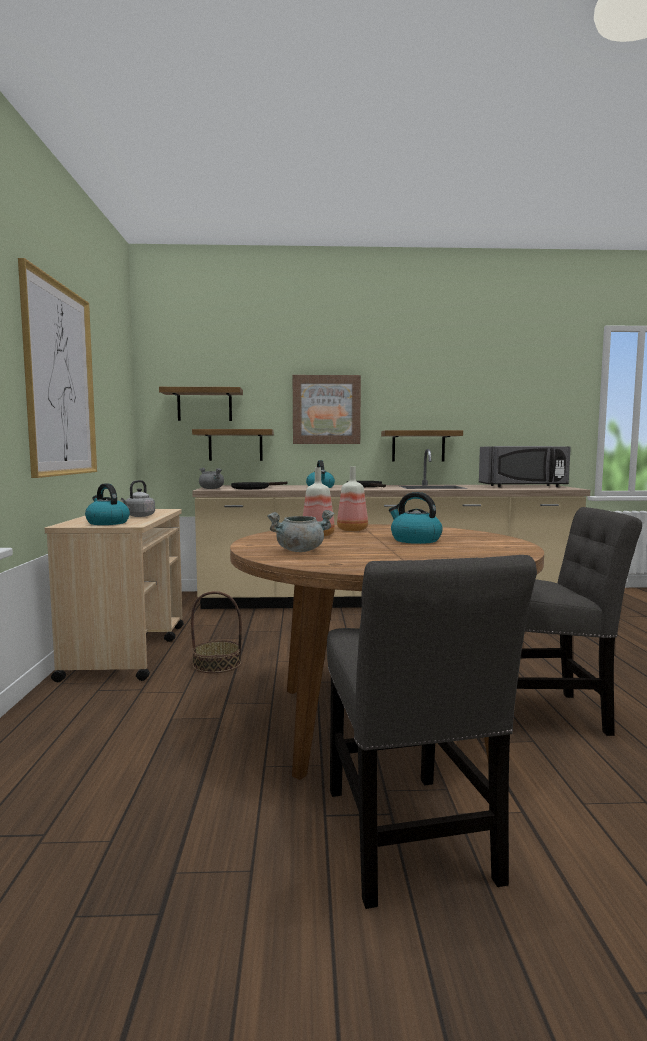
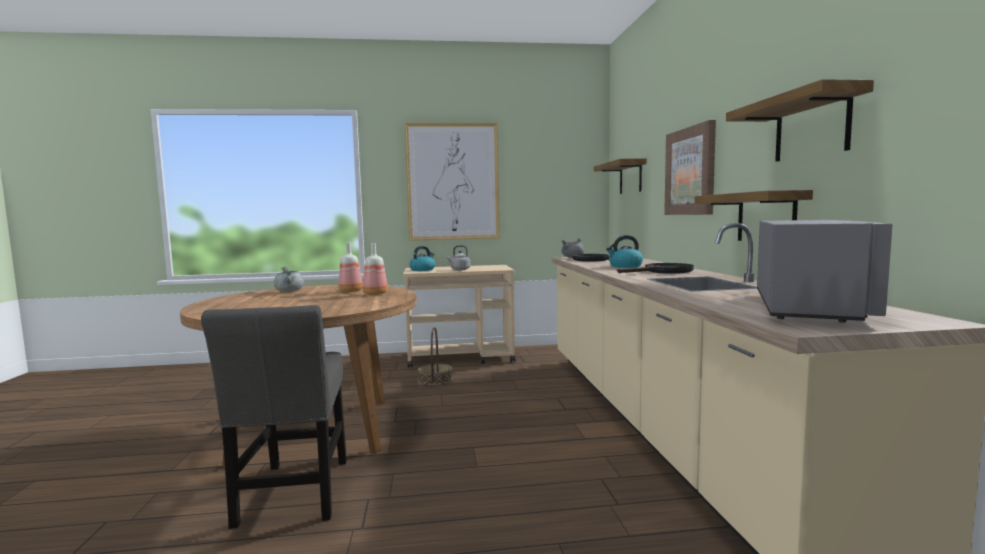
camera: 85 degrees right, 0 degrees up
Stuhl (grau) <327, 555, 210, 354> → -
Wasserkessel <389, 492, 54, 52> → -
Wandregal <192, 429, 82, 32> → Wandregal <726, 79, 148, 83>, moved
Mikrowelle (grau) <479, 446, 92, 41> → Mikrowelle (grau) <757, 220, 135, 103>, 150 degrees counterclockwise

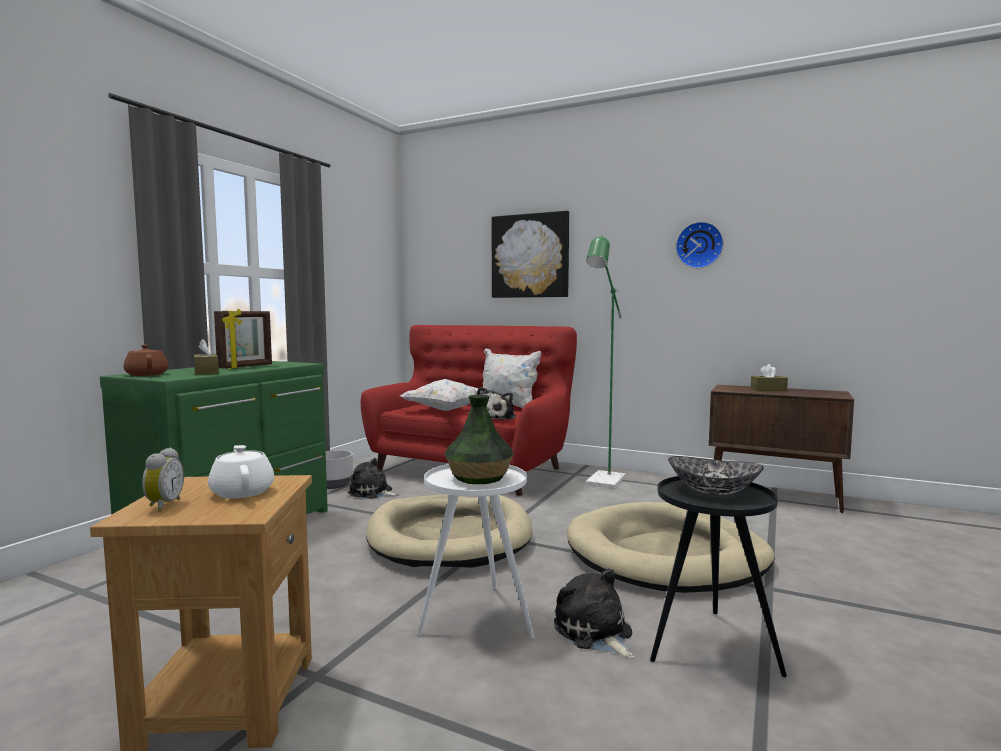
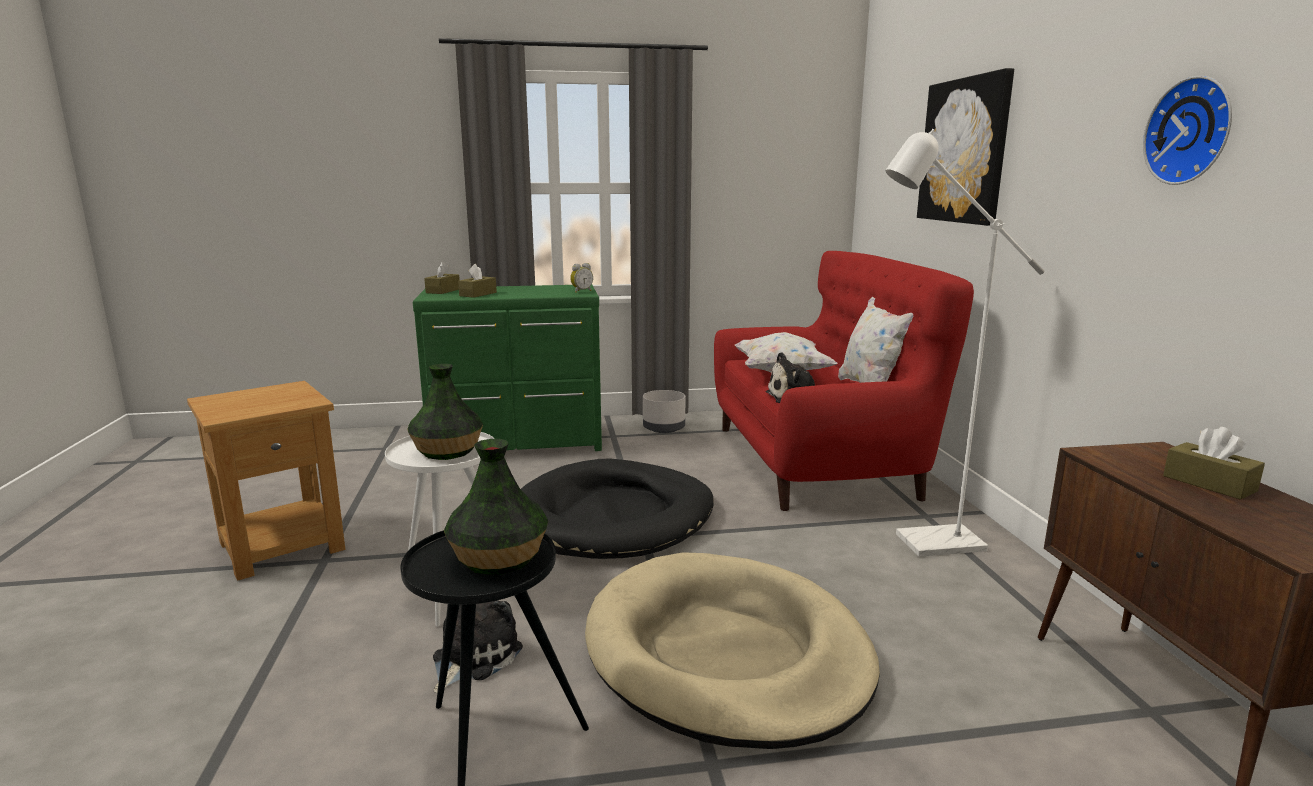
camera: 55 degrees right, 10 degrees up
Teekanne (weiß) <208, 445, 66, 54> → -
Bilderrahmen <214, 309, 58, 60> → -
Plüschtier <348, 458, 51, 41> → -
Wecker <142, 448, 42, 64> → Wecker <570, 263, 23, 30>, moved
Teekanne (braun) <123, 345, 45, 31> → Taschentuchbox (braun) <424, 262, 36, 32>
Schüssel <668, 456, 96, 39> → Vase <444, 439, 105, 136>
Hundebett (beige) <366, 494, 167, 74> → Hundebett (schwarz) <521, 459, 193, 100>
Stehlampe (grün) <586, 235, 40, 254> → Stehlampe (weiß) <885, 129, 160, 428>

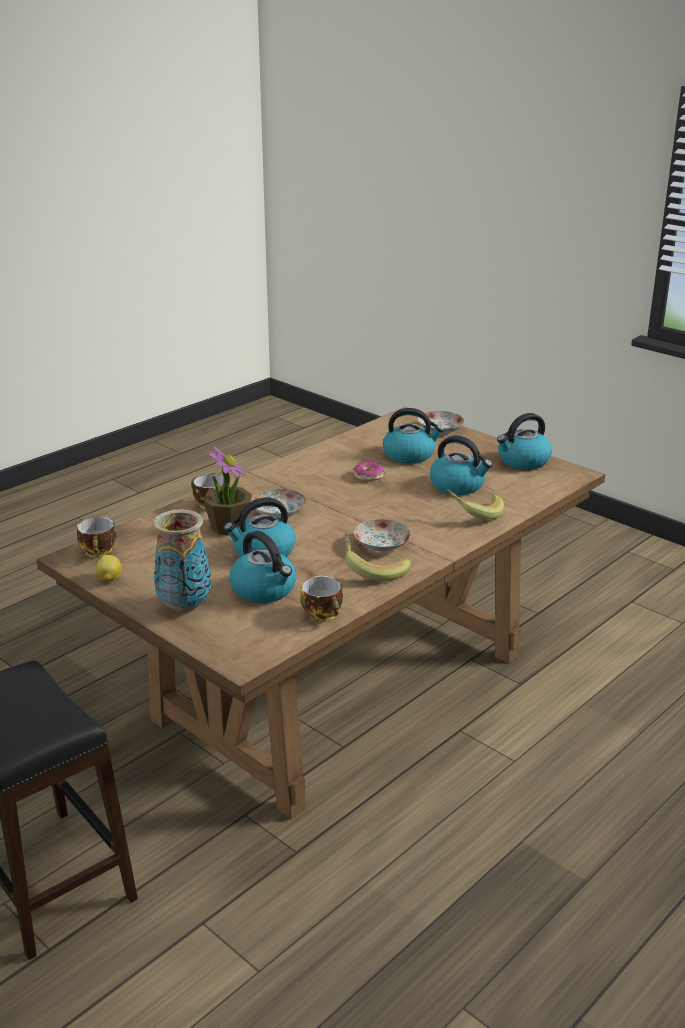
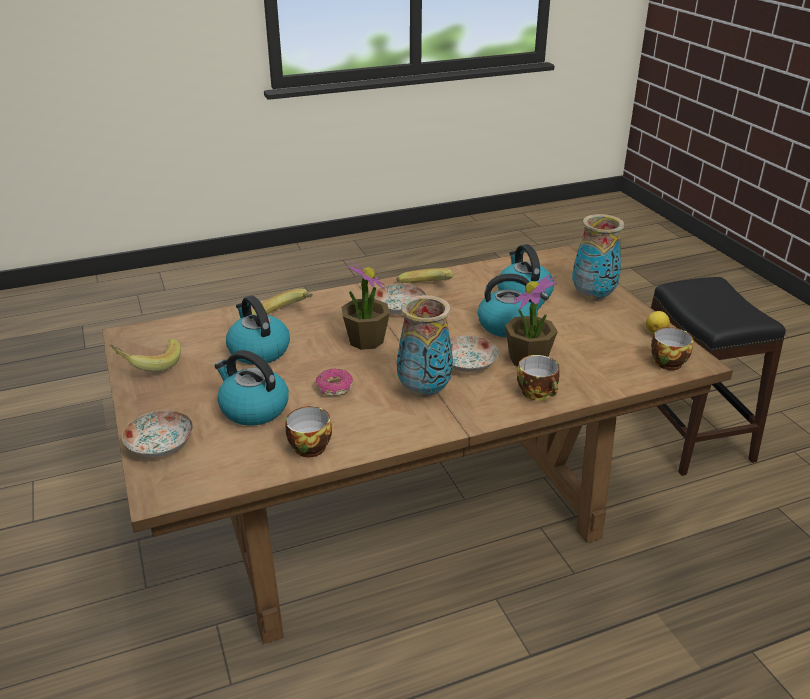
camera: 155 degrees left, 5 degrees up
- → Topfpflanze <341, 259, 49, 91>
- → Vase <397, 295, 56, 103>
Tasse <300, 576, 43, 46> → Tasse <285, 406, 47, 51>, moved
Wasserkessel <497, 413, 55, 57> → Banane <109, 339, 72, 32>

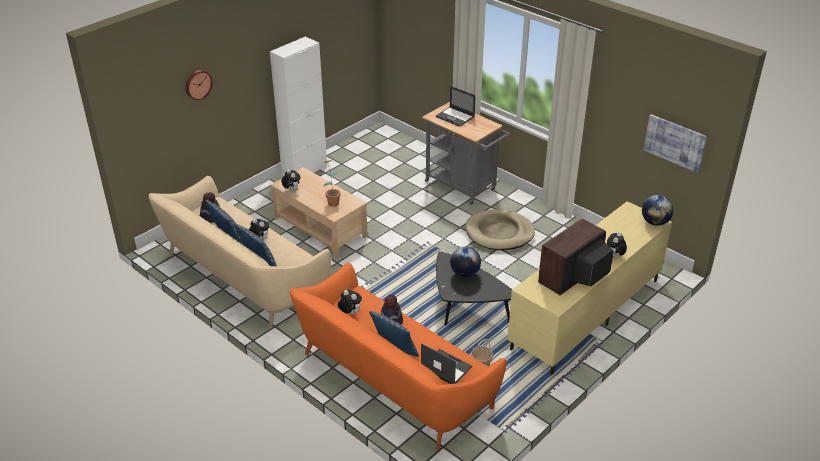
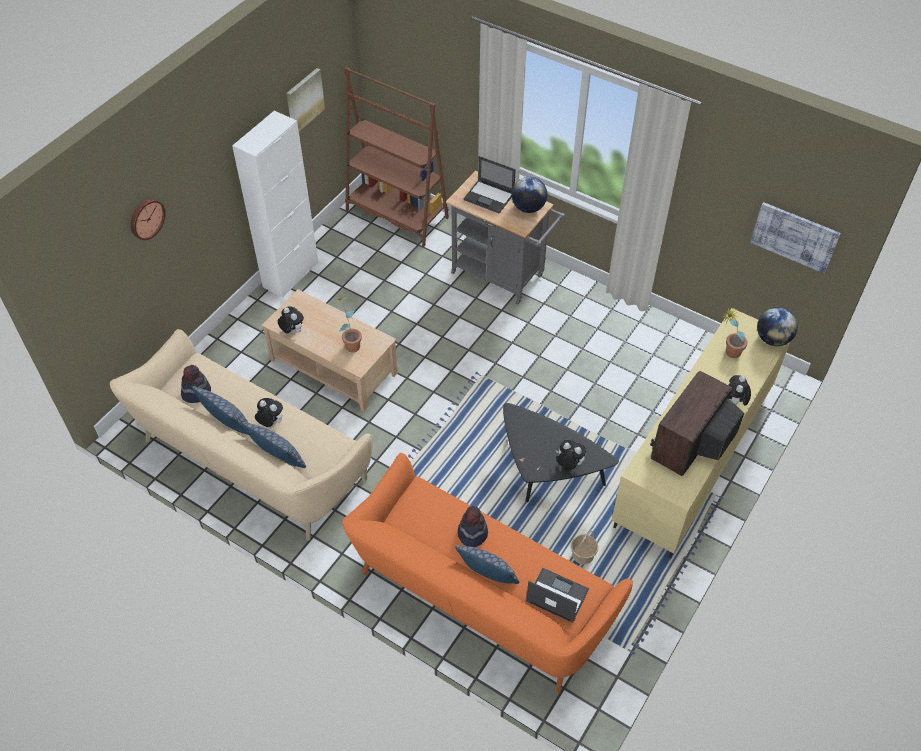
camera: 10 degrees left, 15 degrees up
Hundebett (beige) <465, 209, 70, 41> → -
- → Bild <286, 68, 39, 63>
- → Bücherregal (braun) <344, 67, 105, 180>
- → Topfpflanze <723, 308, 25, 50>
Plüschtier <338, 290, 24, 24> → Plüschtier <556, 440, 30, 30>, moved
Globus <450, 247, 31, 30> → Globus <512, 177, 35, 36>, moved

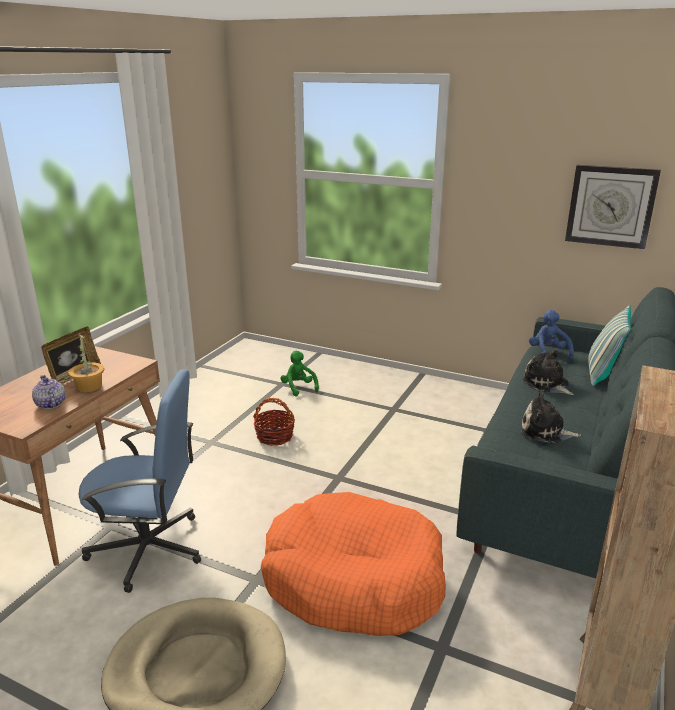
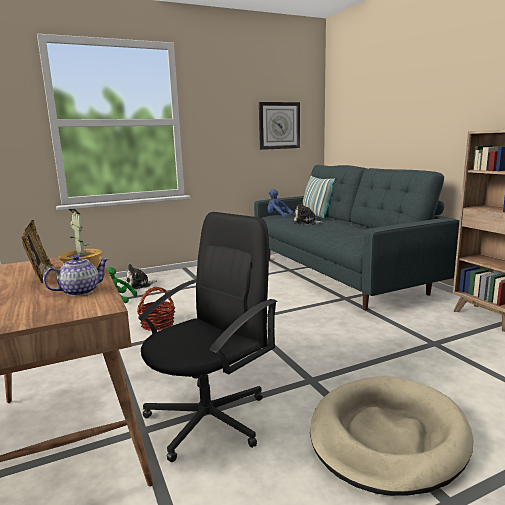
camera: 50 degrees left, 10 degrees down
Hundebett (orange) <261, 492, 185, 144> → -
Plüschtier <521, 390, 60, 53> → Plüschtier <125, 264, 32, 25>, moved
Bürostuhl (blau) <78, 369, 123, 224> → Bürostuhl (schwarz) <138, 212, 139, 250>
Teekanne <32, 375, 33, 34> → Teekanne <43, 255, 66, 41>, 135 degrees clockwise

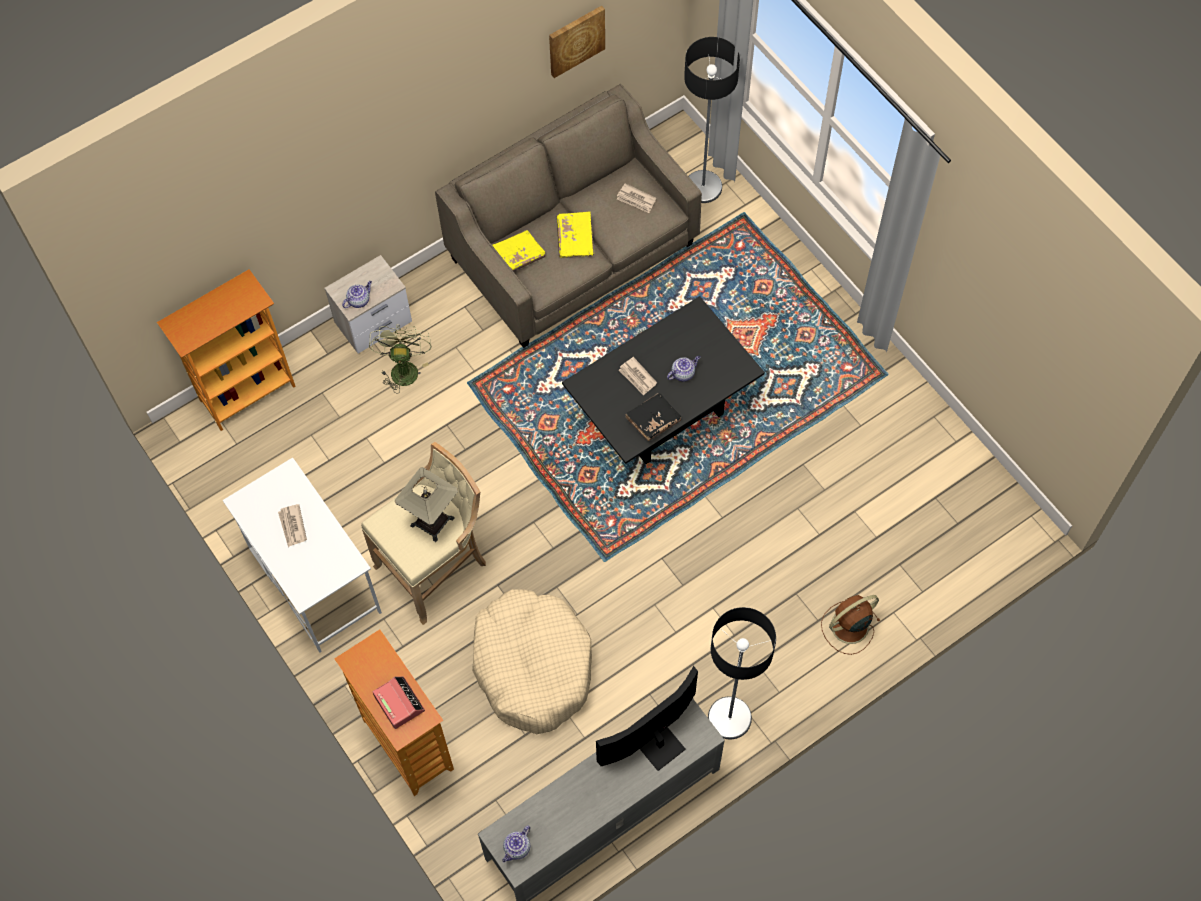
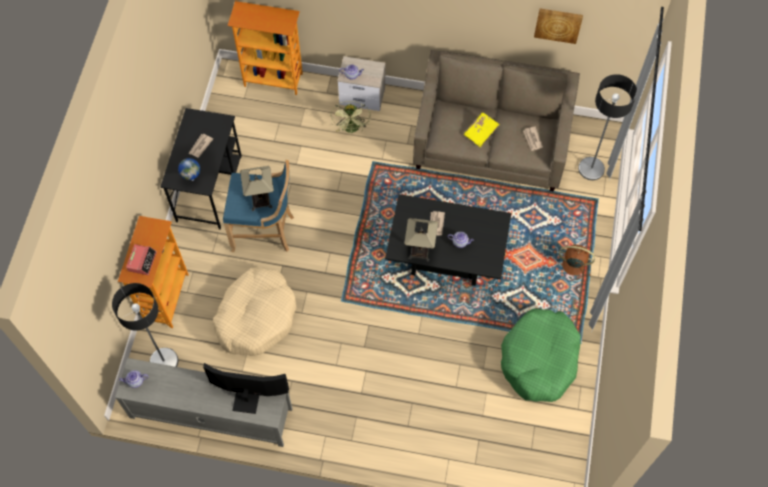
camera: 45 degrees right, 0 degrees up
Buch (gelb) <492, 230, 54, 42> → -
- → Globus <178, 158, 22, 23>
- → Hundebett (grün) <501, 309, 80, 93>
Stehlampe <708, 607, 68, 132> → Stehlampe <112, 283, 66, 84>, moved
Ventilator (braun) <821, 595, 59, 60> → Ventilator (braun) <559, 245, 36, 35>, moved
Buch (schwarz) <625, 393, 56, 48> → Tischlampe <404, 218, 34, 44>
Schreibtisch (weiß) <223, 457, 159, 196> → Schreibtisch (schwarz) <161, 108, 81, 122>
Hocker (beige) <361, 442, 125, 183> → Hocker (blau) <223, 160, 71, 92>
Ventilator (grün) <369, 324, 62, 69> → Ventilator (grün) <330, 101, 41, 33>, 135 degrees clockwise

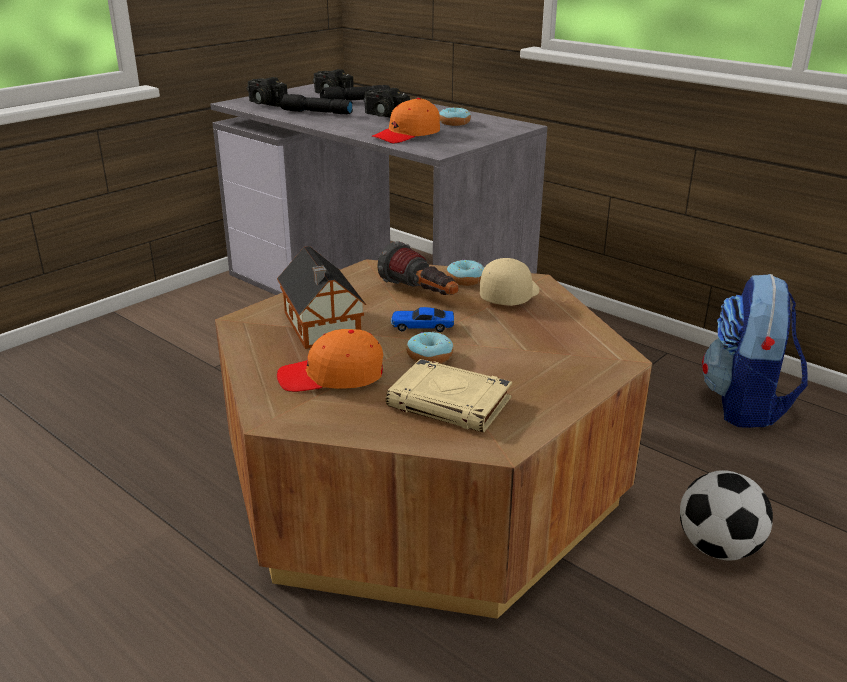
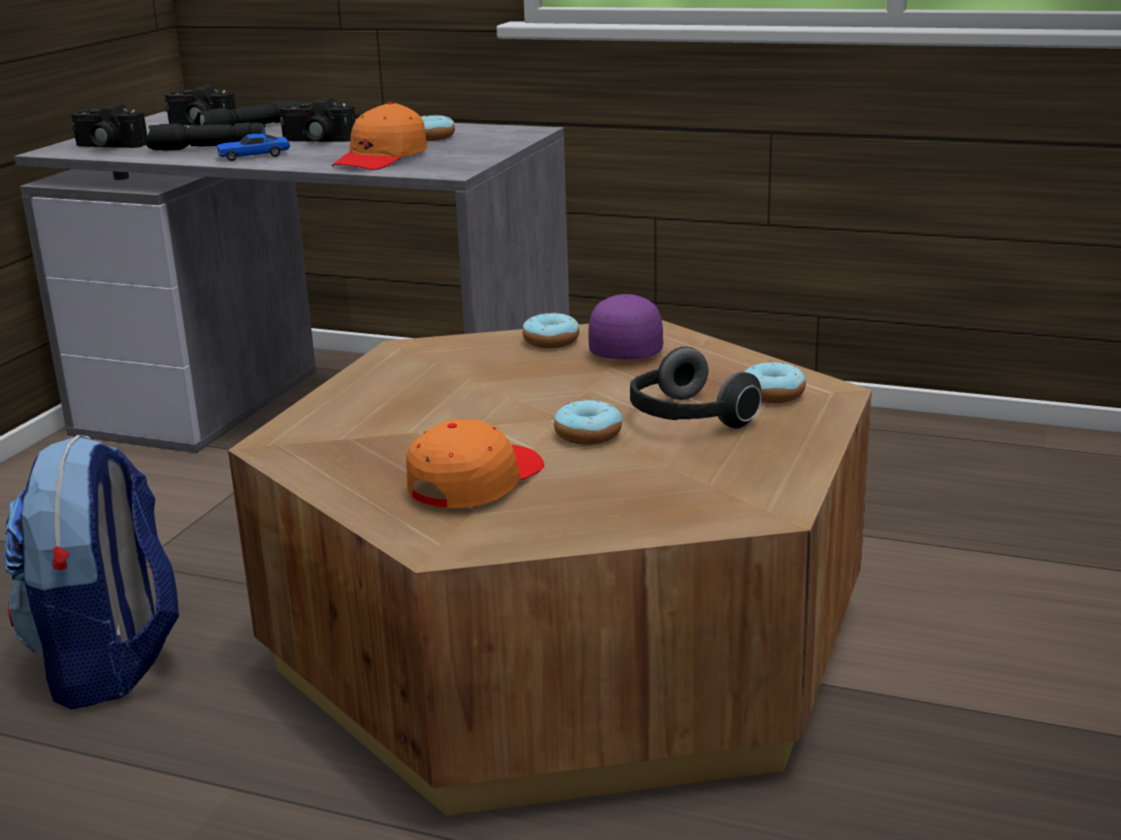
camera: 20 degrees left, 5 degrees down
Spielzeughaus <277, 246, 89, 103> → -
Taschenlampe <377, 241, 82, 54> → -
Buch (beige) <386, 359, 126, 74> → -
Fußball <680, 470, 93, 91> → -
- → Kopfhörer <630, 346, 132, 82>
- → Donut <744, 361, 62, 42>
Spielzeugauto <391, 307, 63, 25> → Spielzeugauto <216, 134, 74, 27>, moved
Rucksack <702, 274, 106, 154> → Rucksack <4, 435, 175, 274>, moved
Kappe (beige) <480, 258, 59, 48> → Kappe (lila) <588, 294, 76, 65>
Kappe (orange) <277, 329, 106, 63> → Kappe (orange) <406, 419, 138, 90>, 150 degrees clockwise

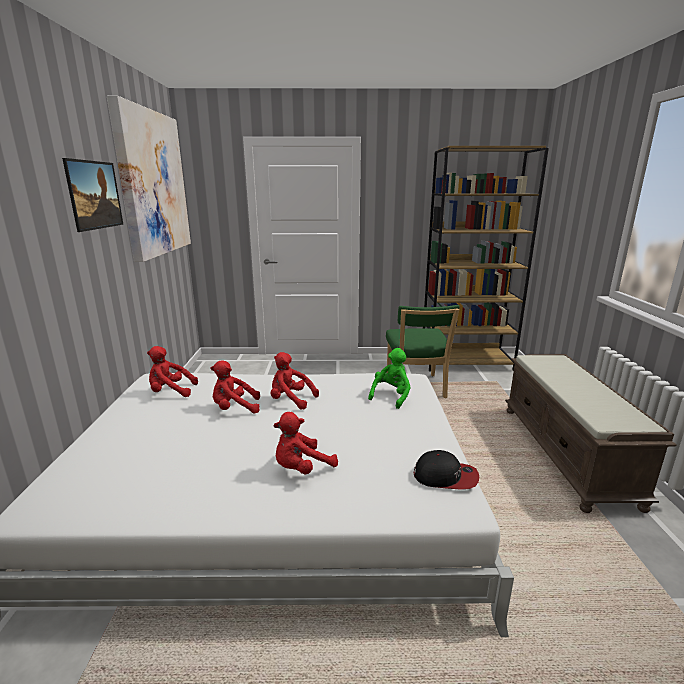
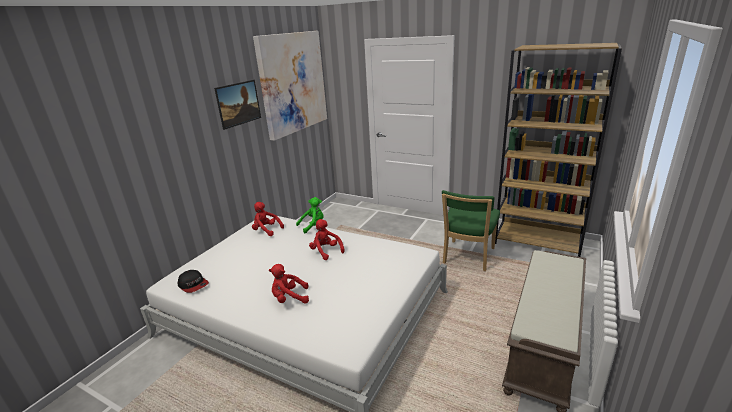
camera: 30 degrees right, 5 degrees up
Plüschtier (rot) <210, 360, 50, 54> → -
Plüschtier (grün) <368, 348, 43, 61> → Plüschtier (grün) <296, 197, 27, 36>, moved
Kappe <414, 450, 65, 39> → Kappe <178, 270, 31, 23>, moved

